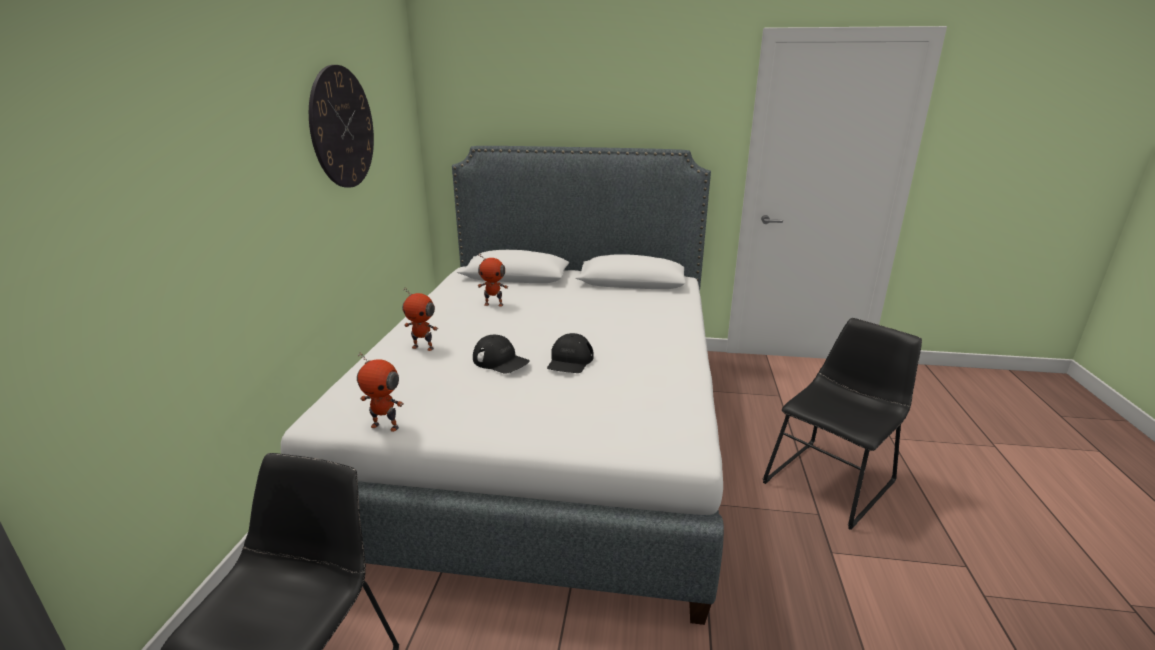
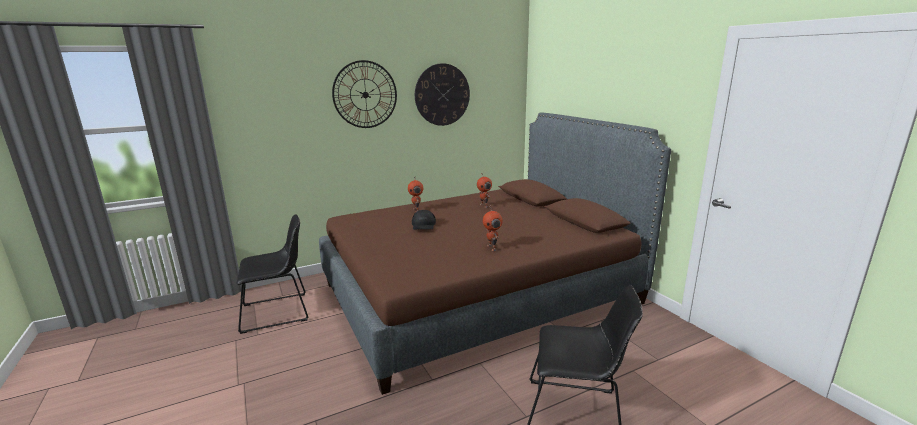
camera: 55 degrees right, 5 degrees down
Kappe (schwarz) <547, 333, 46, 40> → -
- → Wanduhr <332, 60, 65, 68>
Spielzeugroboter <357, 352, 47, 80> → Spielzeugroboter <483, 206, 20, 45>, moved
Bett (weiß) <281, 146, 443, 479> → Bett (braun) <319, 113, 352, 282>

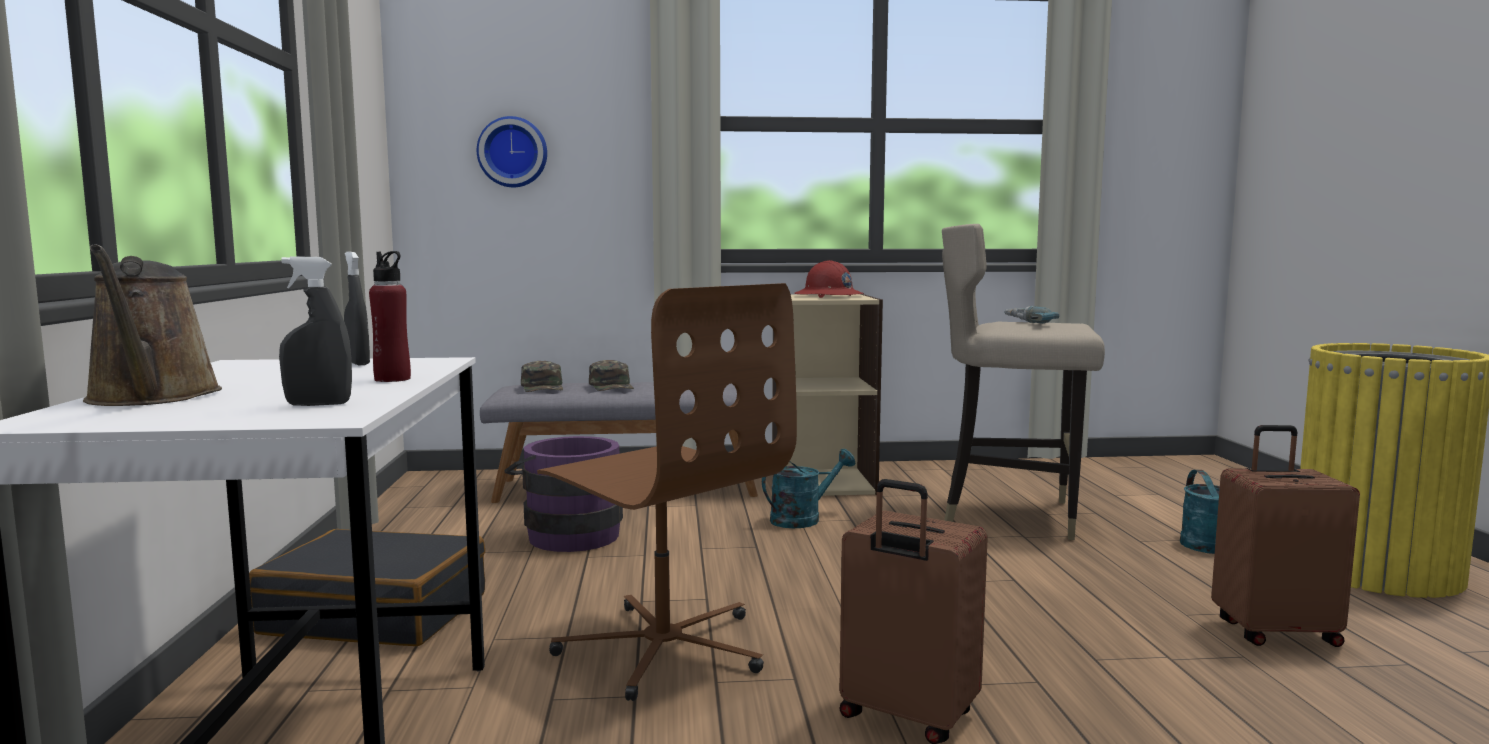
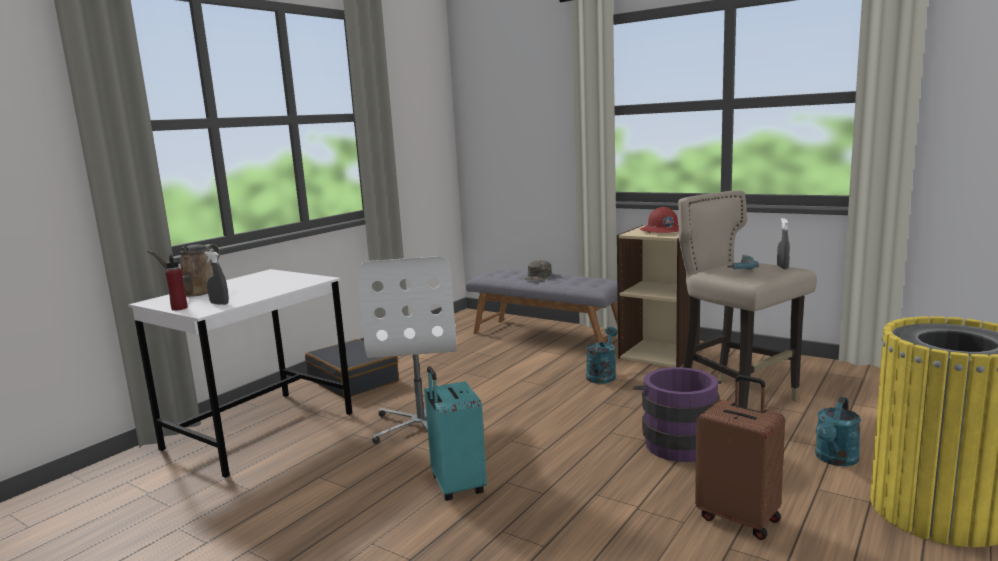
camera: 40 degrees right, 5 degrees up
Wanduhr <477, 116, 70, 71> → -
Kappe (grün) <521, 361, 42, 31> → -
Sprühflasche (grau) <344, 252, 26, 113> → Sprühflasche (grau) <777, 218, 13, 51>, moved
Flasche (rot) <369, 251, 42, 131> → Flasche (rot) <165, 254, 23, 57>, moved
Eimer (lila) <504, 436, 119, 116> → Eimer (lila) <633, 367, 89, 95>, moved
Bürostuhl (braun) <537, 283, 260, 418> → Bürostuhl (weiß) <358, 256, 99, 188>
Koffer (braun) <839, 479, 149, 265> → Koffer (türkis) <424, 366, 63, 135>
Gießkanne (türkis) <762, 449, 93, 79> → Gießkanne (türkis) <586, 327, 32, 57>, 75 degrees counterclockwise

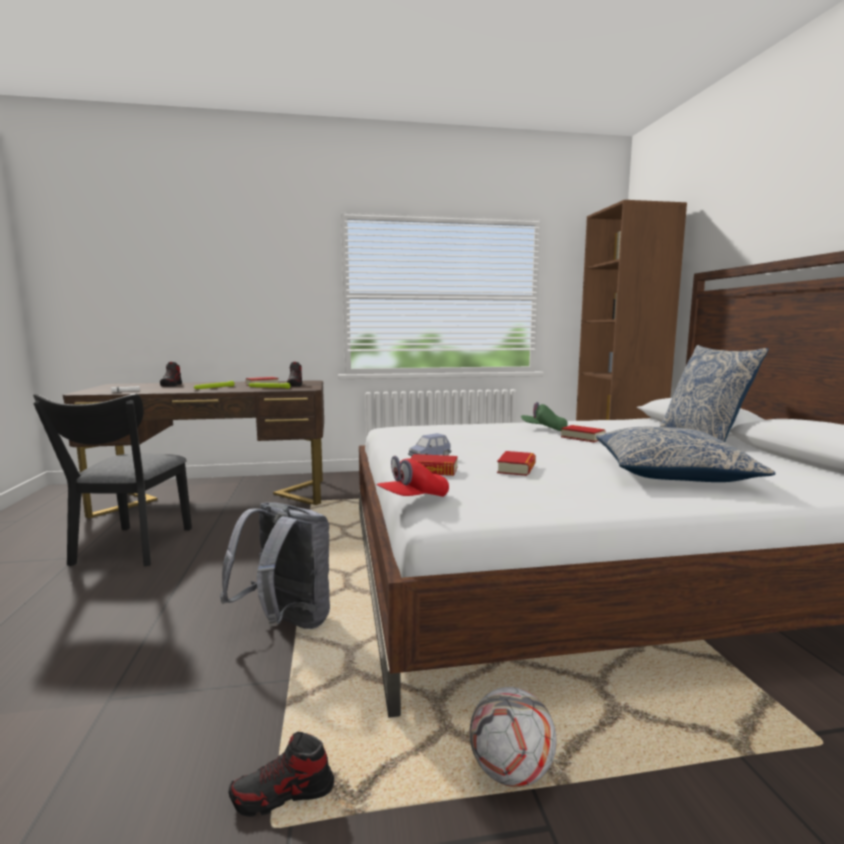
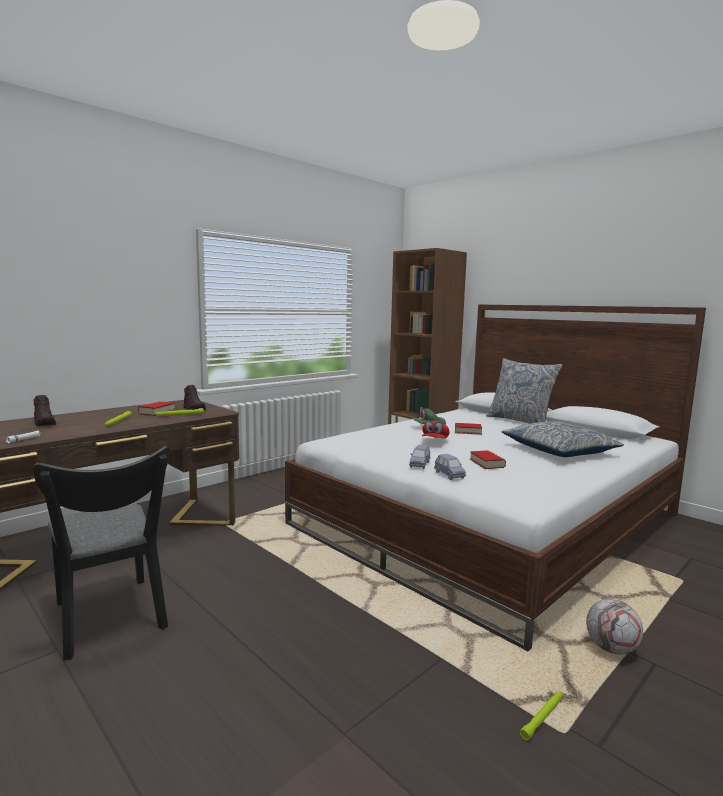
camera: 35 degrees left, 0 degrees up
Rucksack (grau) <220, 502, 110, 127> → -
Kappe (rot) <376, 456, 73, 41> → Kappe (rot) <422, 420, 28, 19>, moved
Schuh <229, 732, 105, 85> → Taschenlampe (grün) <520, 692, 43, 49>
Buch <410, 454, 48, 22> → Spielzeugauto (blau) <434, 454, 32, 26>

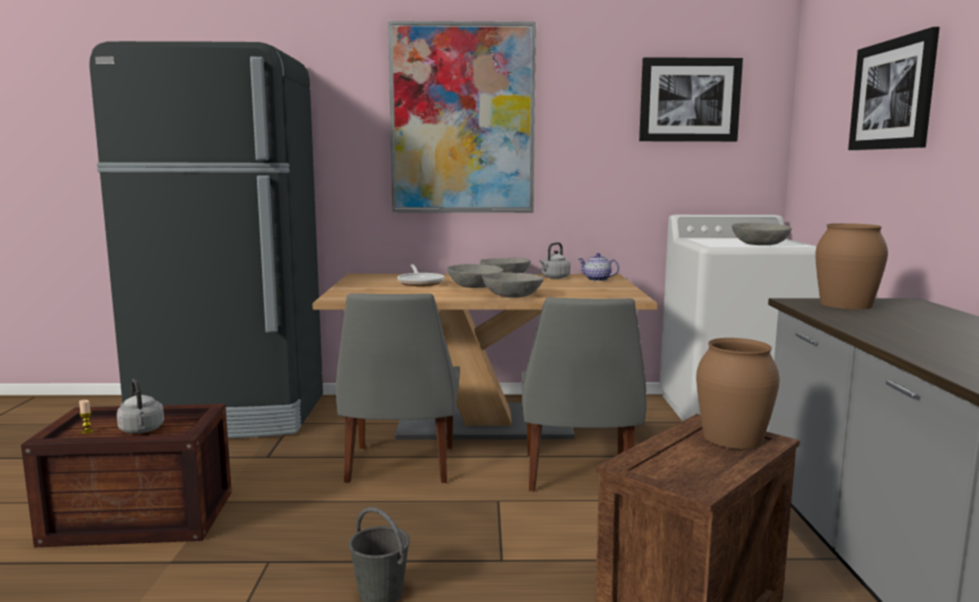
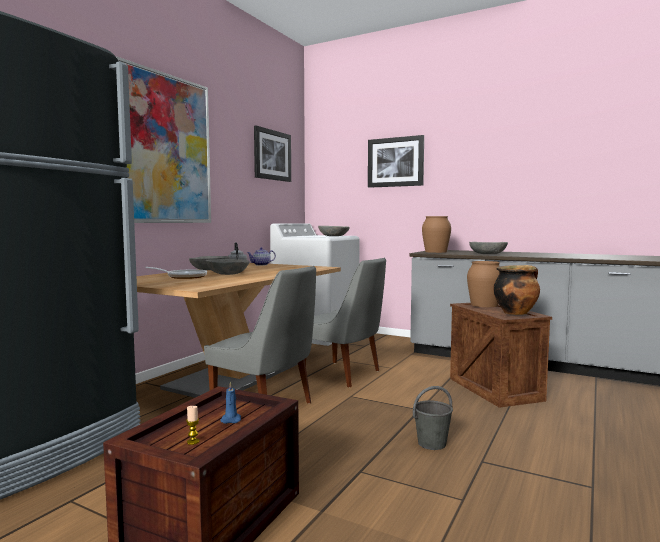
camera: 60 degrees left, 5 degrees down
- → Kochtopf <493, 265, 47, 50>
Schüssel (grau) <482, 272, 62, 26> → Schüssel (grau) <469, 242, 39, 12>, moved
Wasserkessel (grau) <117, 378, 47, 56> → Kerze (blau) <220, 381, 21, 43>

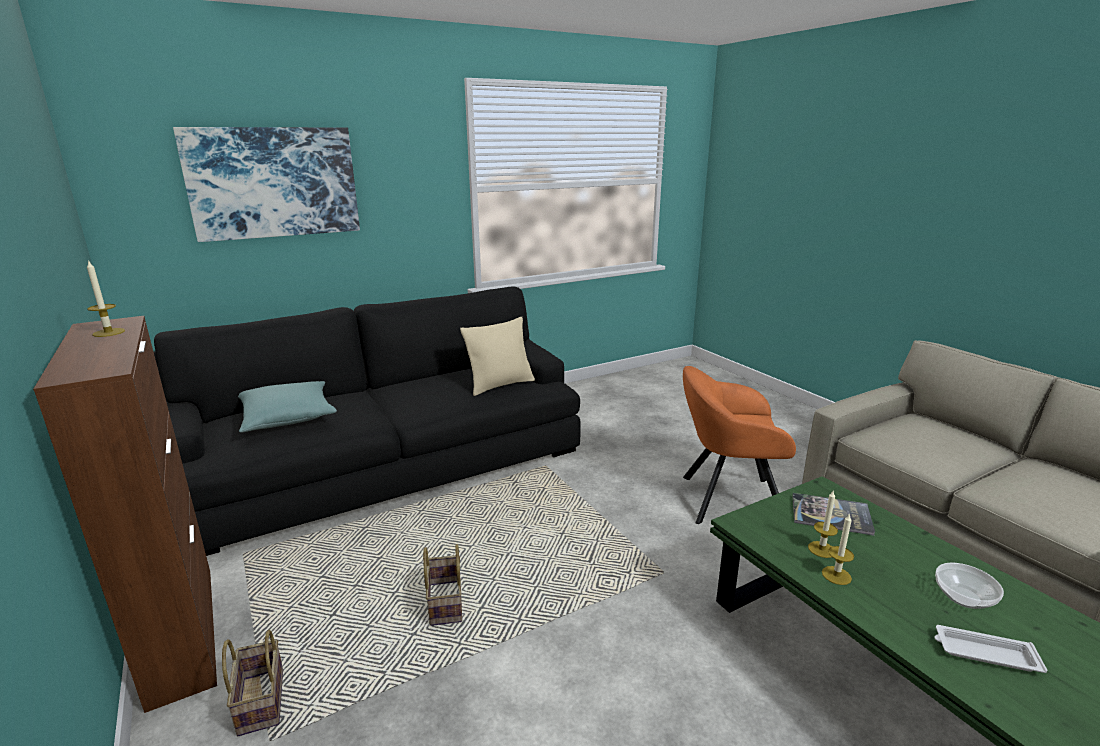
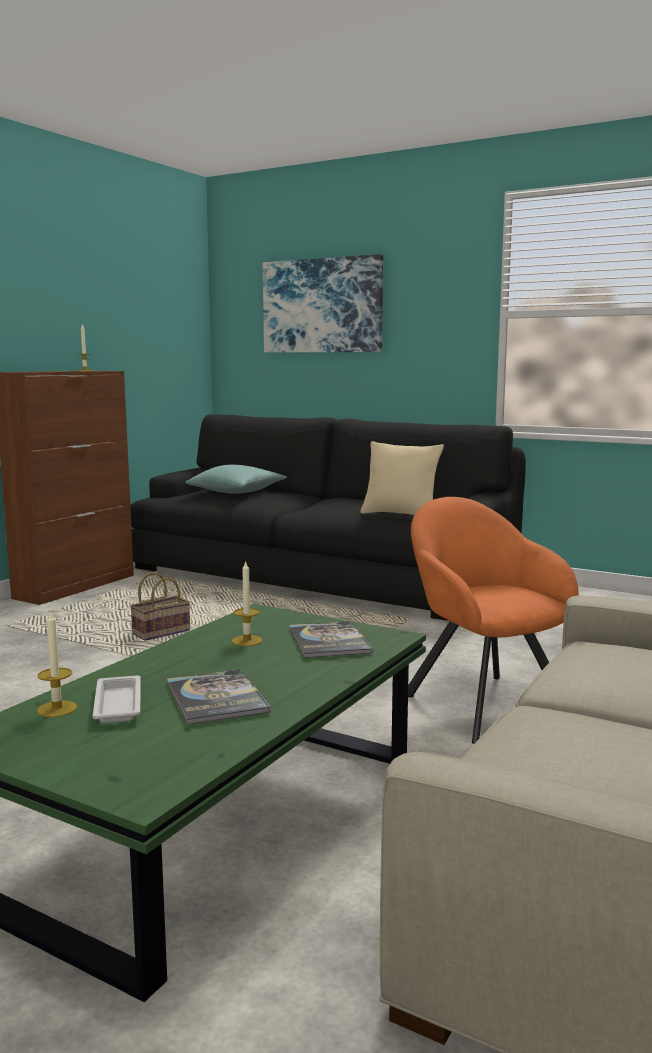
camera: 60 degrees right, 10 degrees down
Korb <222, 630, 61, 106> → -
Kerze <822, 513, 32, 72> → Kerze <37, 610, 40, 107>, moved
Schüssel <935, 563, 69, 46> → Buch <167, 669, 104, 56>

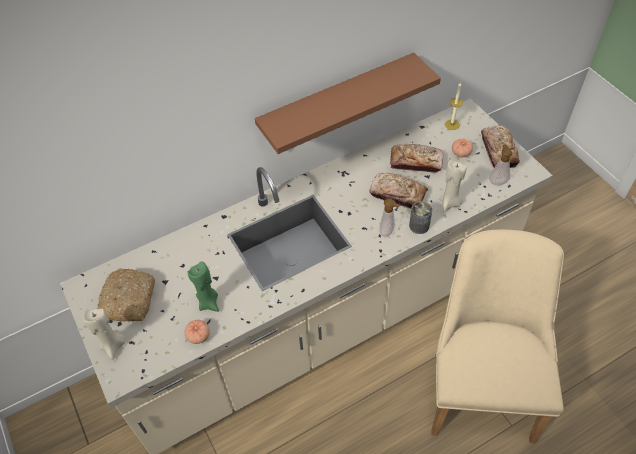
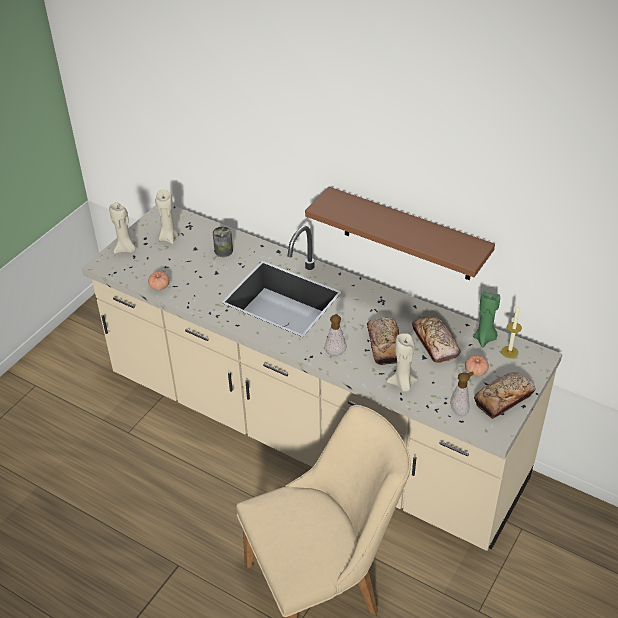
camera: 60 degrees right, 10 degrees down
Kerze (grün) <188, 262, 31, 50> → Kerze (grün) <473, 291, 27, 57>, moved
Dose <409, 201, 23, 33> → Dose <213, 226, 20, 31>, moved
Brot <97, 268, 58, 53> → Kerze (beige) <155, 190, 24, 54>

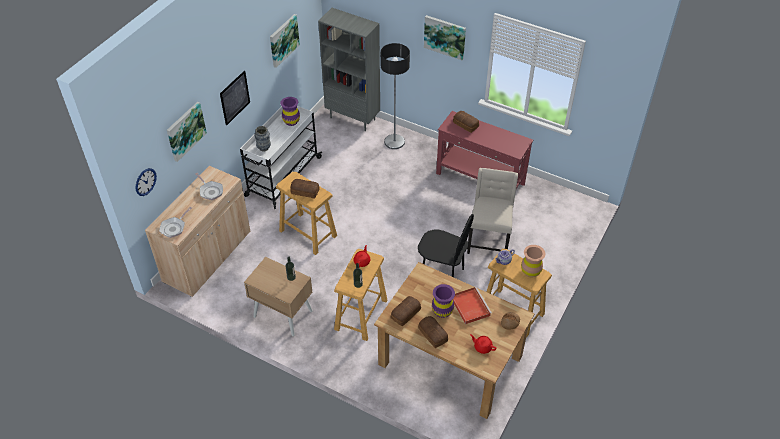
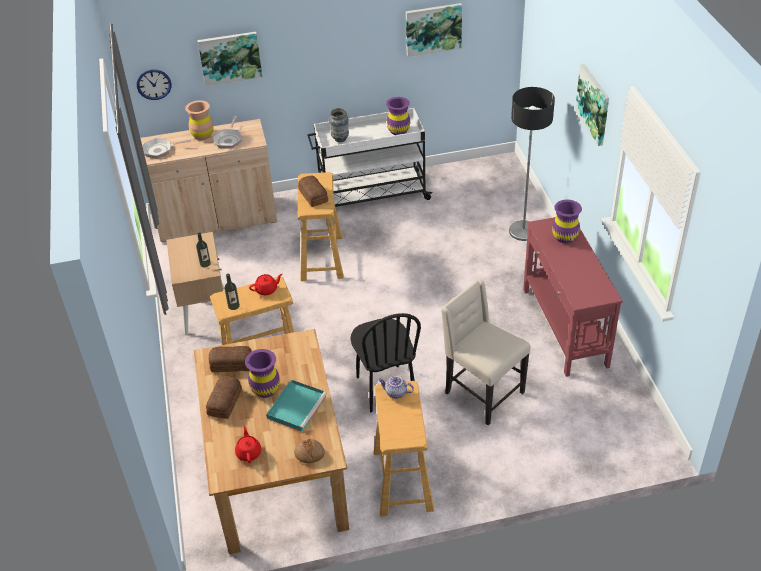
camera: 50 degrees right, 5 degrees down
Bild <220, 71, 30, 54> → -
Bücherregal (grau) <318, 8, 62, 123> → -
Vase (braun) <521, 245, 24, 33> → Vase (braun) <185, 100, 29, 40>, moved
Brot <453, 111, 26, 22> → Vase (lila) <552, 200, 30, 43>
Tablett (rot) <453, 287, 39, 37> → Tablett (türkis) <266, 379, 61, 52>
Stuhl (beige) <467, 168, 51, 86> → Stuhl (beige) <441, 279, 89, 146>, 105 degrees counterclockwise

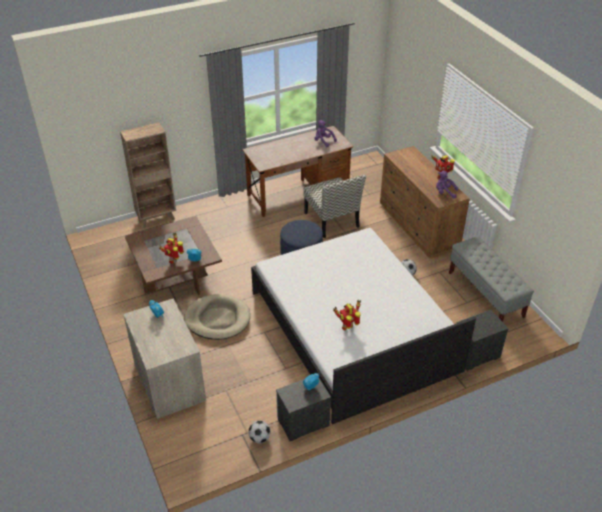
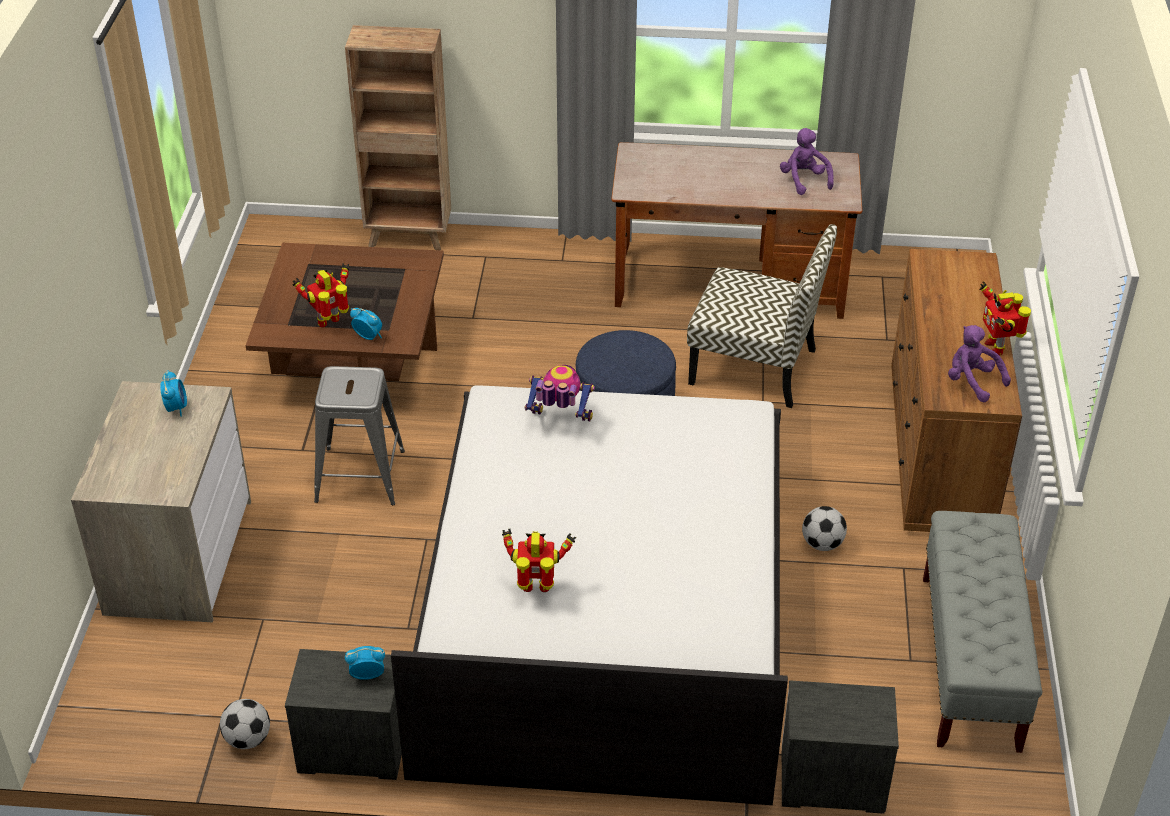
camera: 30 degrees right, 0 degrees up
- → Spielzeugroboter <525, 365, 70, 56>
Hundebett (beige) <184, 294, 66, 46> → Hocker (grau) <314, 366, 91, 140>
Stuhl <303, 175, 63, 63> → Stuhl <687, 224, 150, 184>, 75 degrees counterclockwise

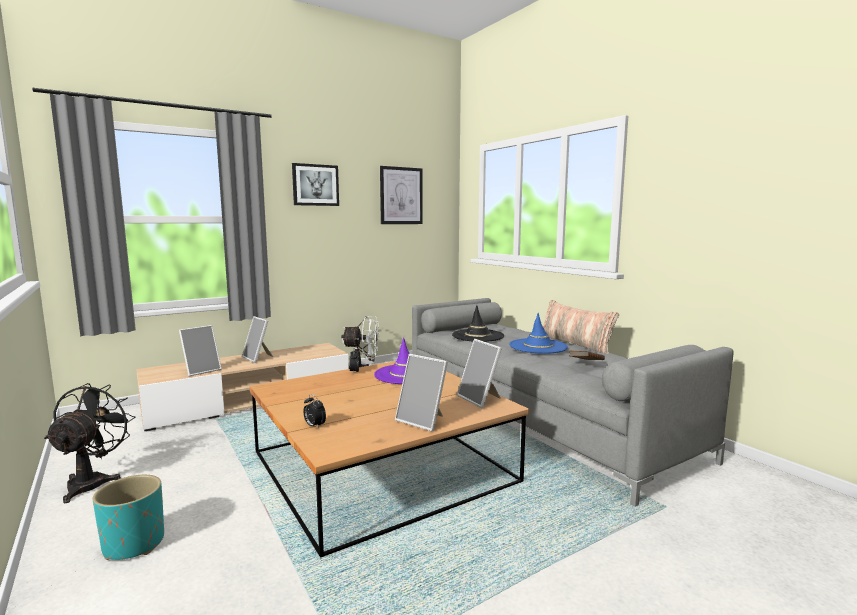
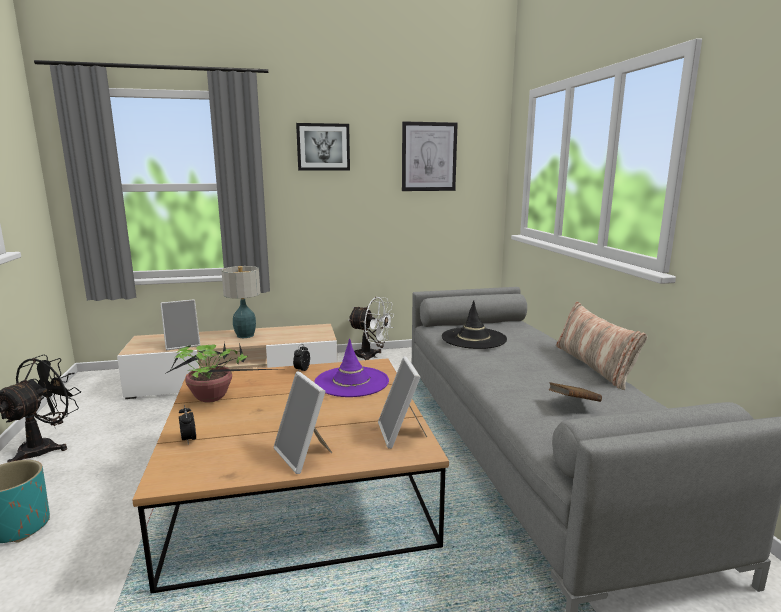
camera: 20 degrees right, 5 degrees up
Hut (blau) <509, 313, 59, 41> → -
- → Topfpflanze <166, 342, 109, 61>
Bilderrahmen <242, 316, 31, 47> → Tischlampe <222, 266, 38, 72>

